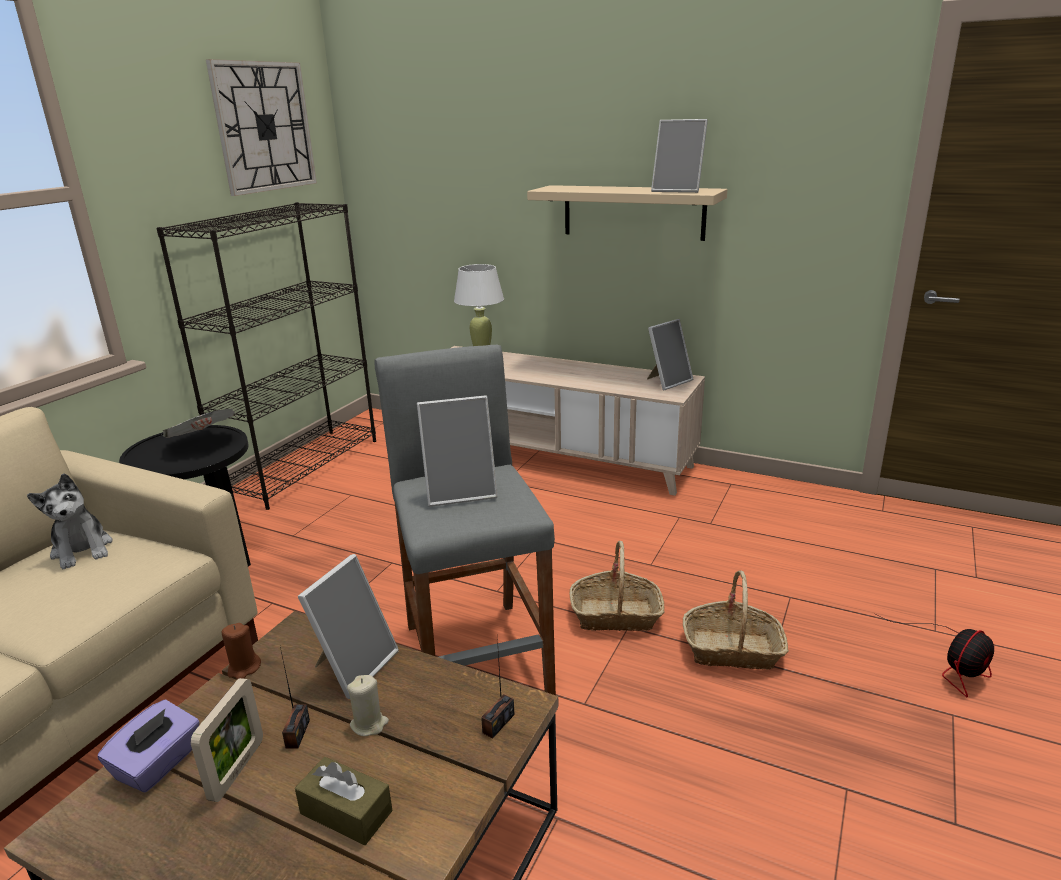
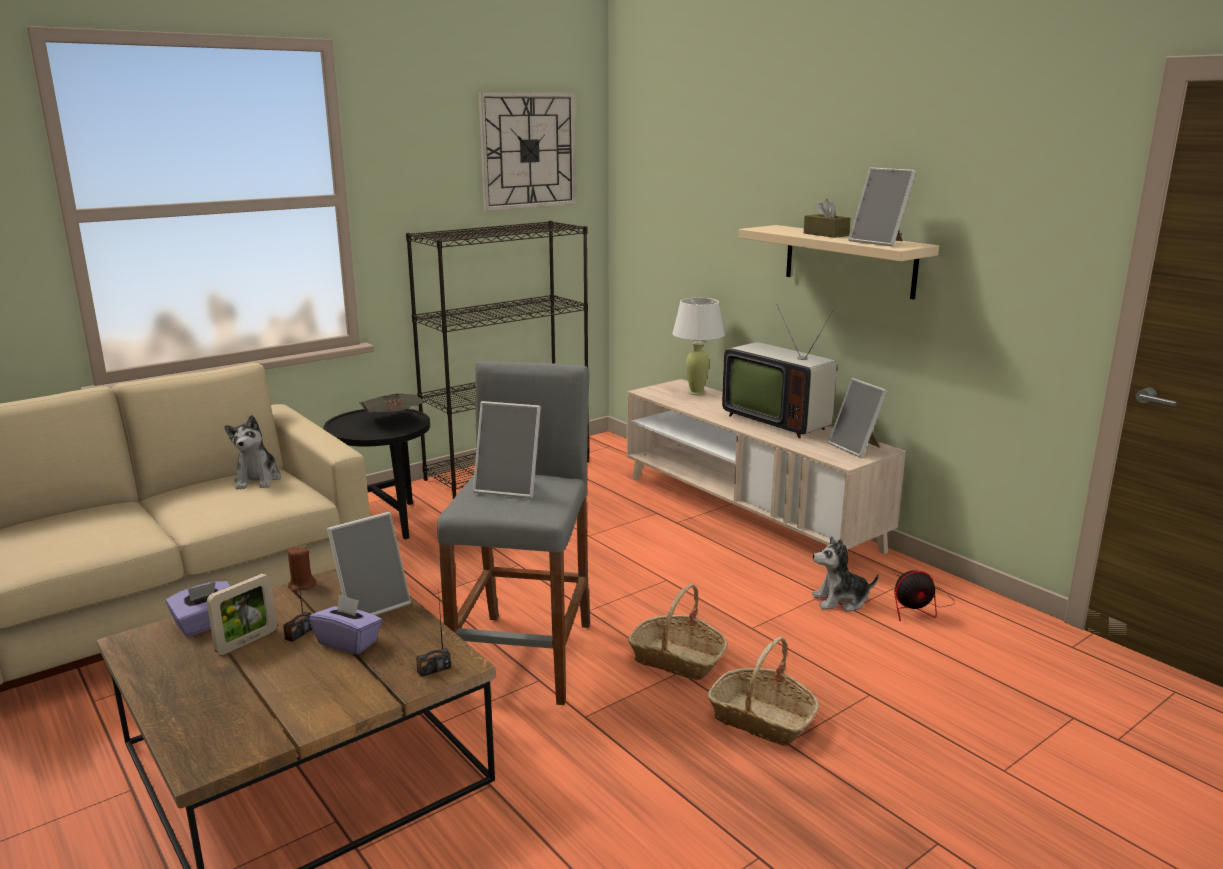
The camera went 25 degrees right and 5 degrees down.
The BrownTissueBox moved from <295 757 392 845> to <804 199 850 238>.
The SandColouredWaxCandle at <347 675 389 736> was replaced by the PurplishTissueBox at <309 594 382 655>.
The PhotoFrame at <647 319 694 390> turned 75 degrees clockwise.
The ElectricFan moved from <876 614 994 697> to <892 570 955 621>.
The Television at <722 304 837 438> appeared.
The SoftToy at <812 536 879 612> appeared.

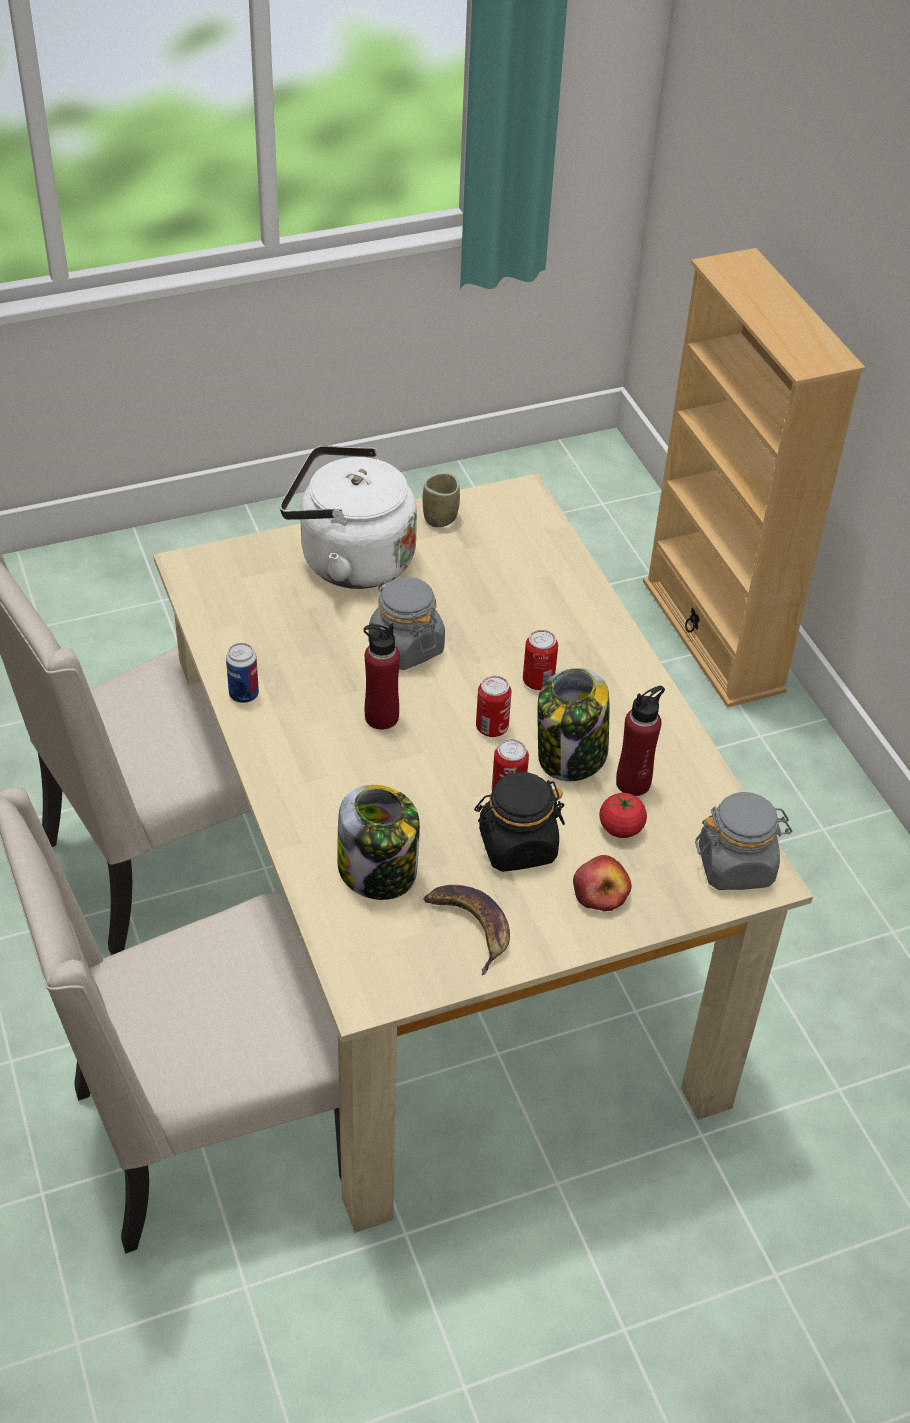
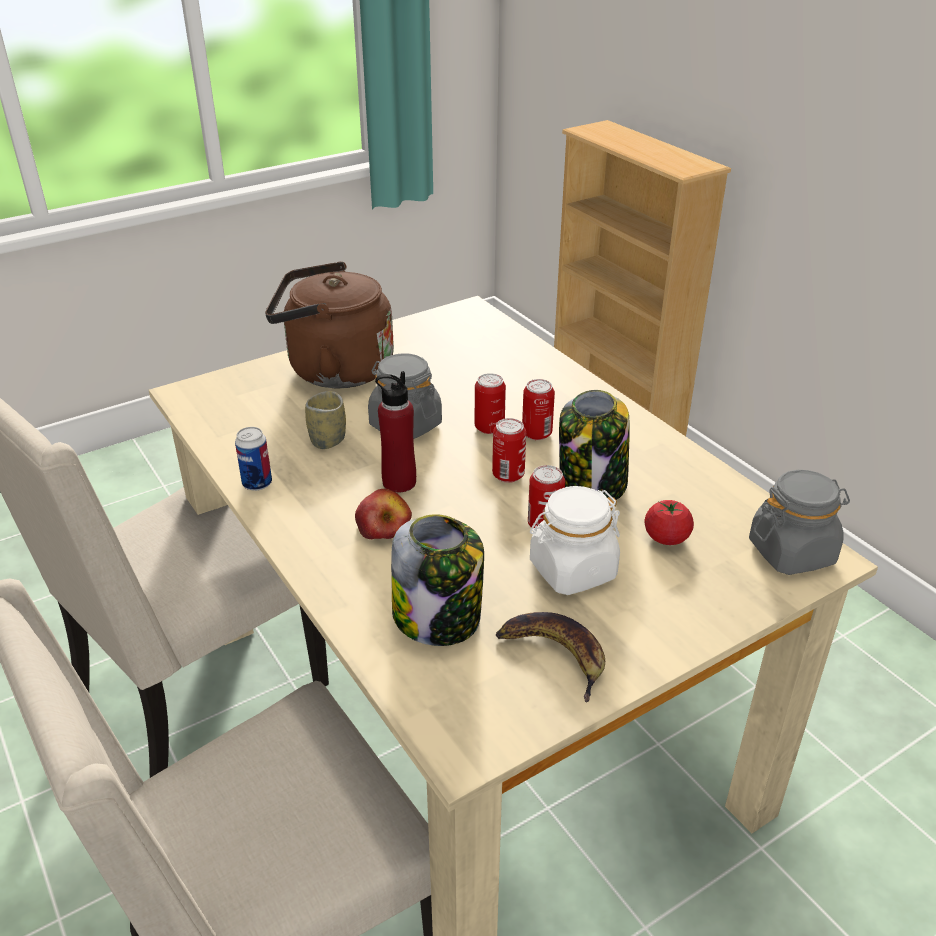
The camera went 10 degrees left and 10 degrees down.
The WhiteColouredKettle at <280 446 417 589> became the BrownKettle at <265 262 394 388>.
The SmallCup moved from <422 473 460 527> to <305 391 346 449>.
The BlackishPreserveJar at <474 772 565 872> became the WhiteColouredPreserveJar at <530 486 620 595>.
The Apple moved from <573 855 632 911> to <355 489 412 539>.
The ReddishBeverageBottle at <616 686 665 796> disappeared.
The MetalCan at <475 373 506 434> appeared.

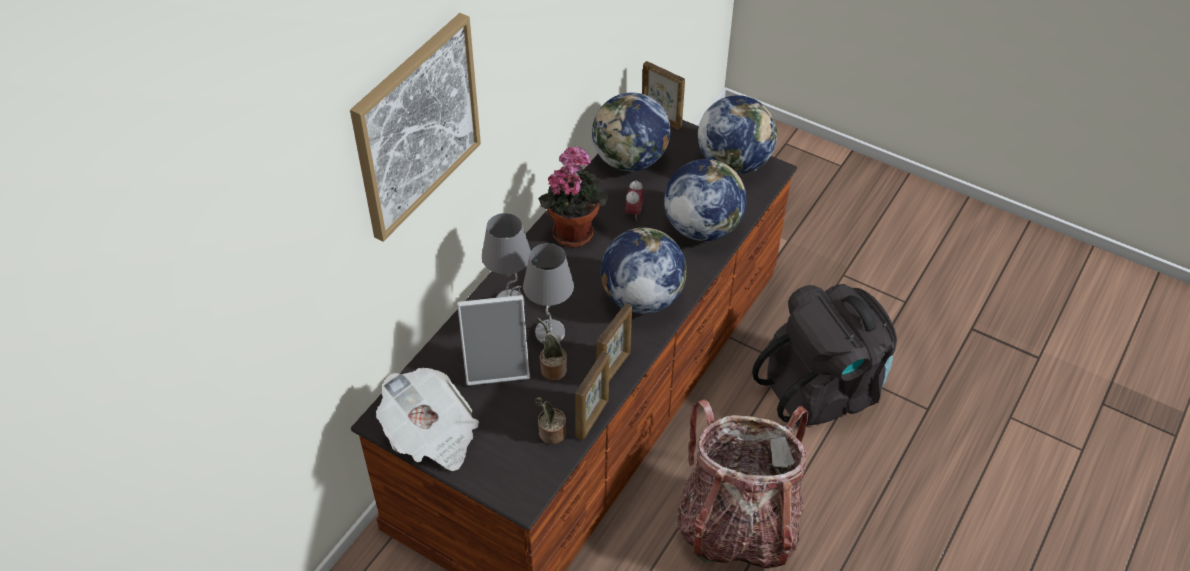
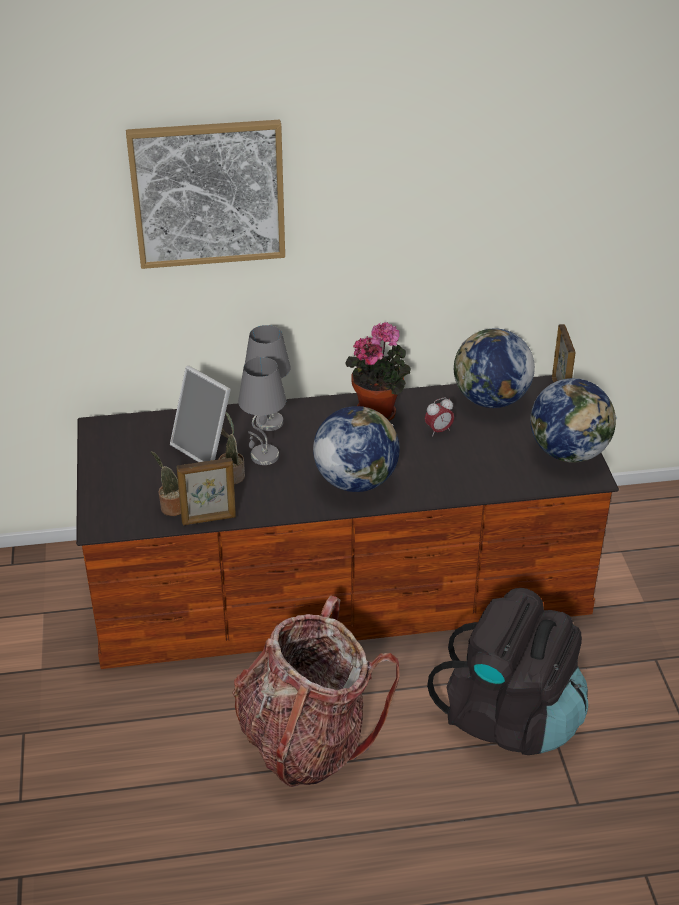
The camera went 50 degrees right and 10 degrees down.
The DailyPaper at <376 368 479 471> disappeared.
The PhotoFrame at <596 303 632 381> disappeared.
The WorldGlobe at <664 159 747 241> disappeared.

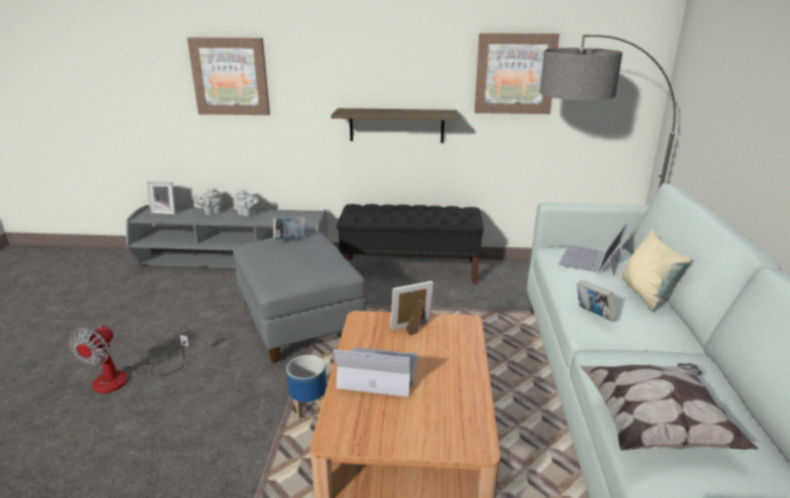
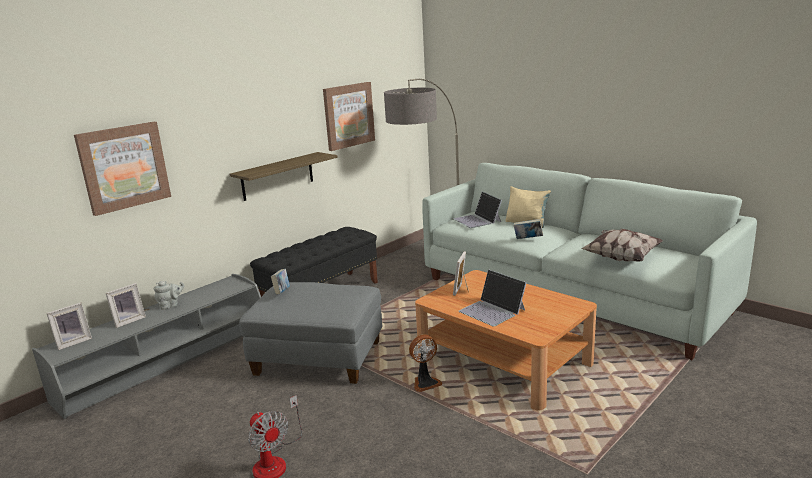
The camera went 50 degrees left and 5 degrees down.
The GreyPotForTea at <193 188 222 215> was replaced by the PhotoFrame at <106 283 146 328>.
The FlowerPot at <287 355 327 418> was replaced by the ElectricFan at <409 334 442 392>.
The Laptop at <333 347 418 397> turned 90 degrees counterclockwise.

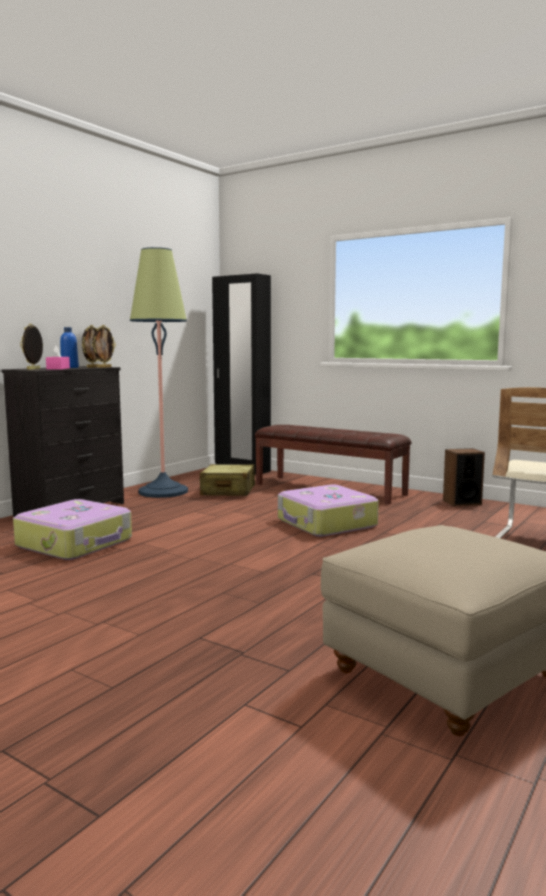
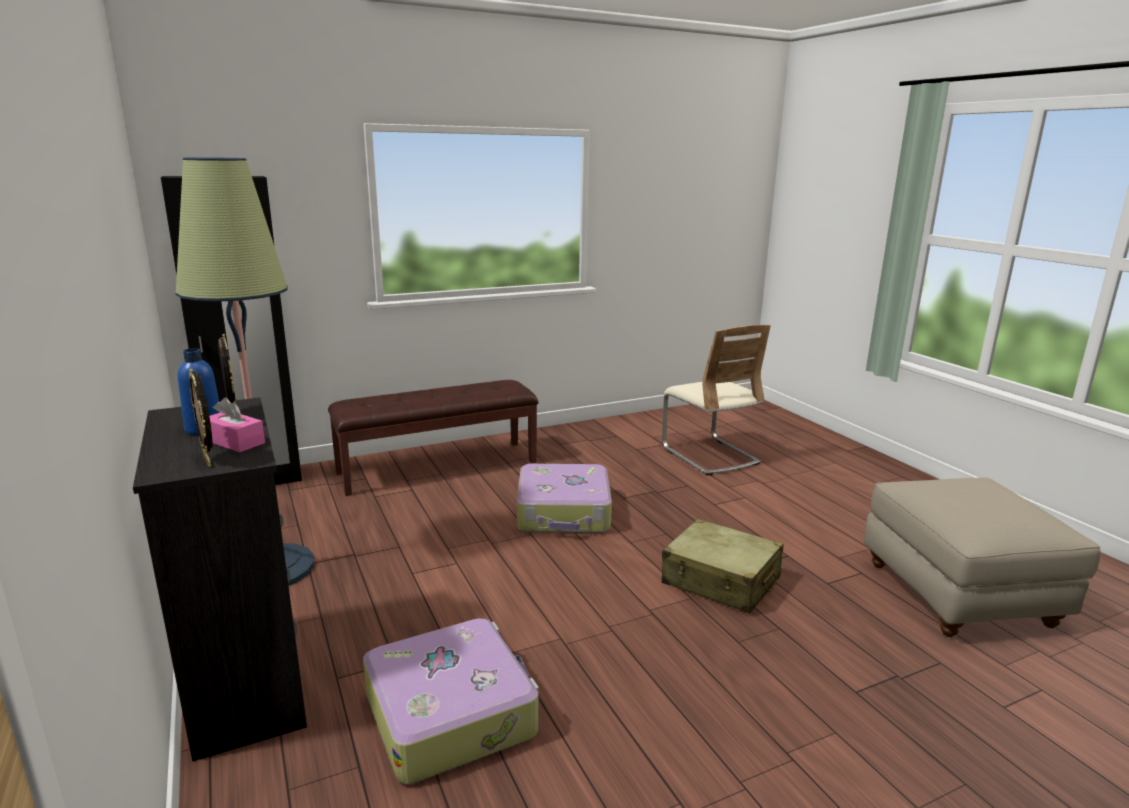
The camera went 60 degrees left and 10 degrees up.
The PhotoFrame at <92 325 116 368> disappeared.
The SandColouredTravelCase moved from <200 464 255 496> to <662 519 783 614>.
The Loudspeaker at <443 448 485 506> disappeared.

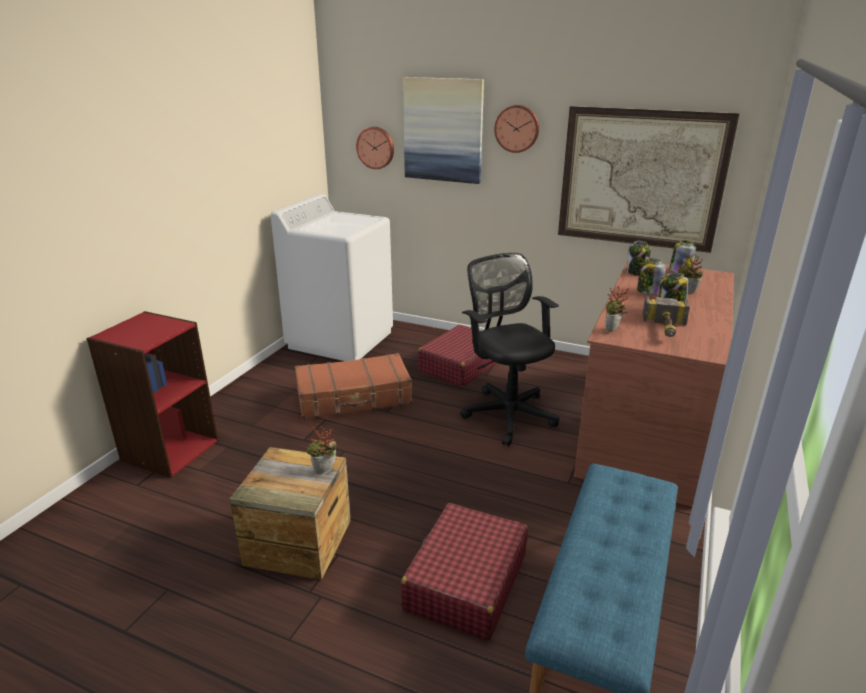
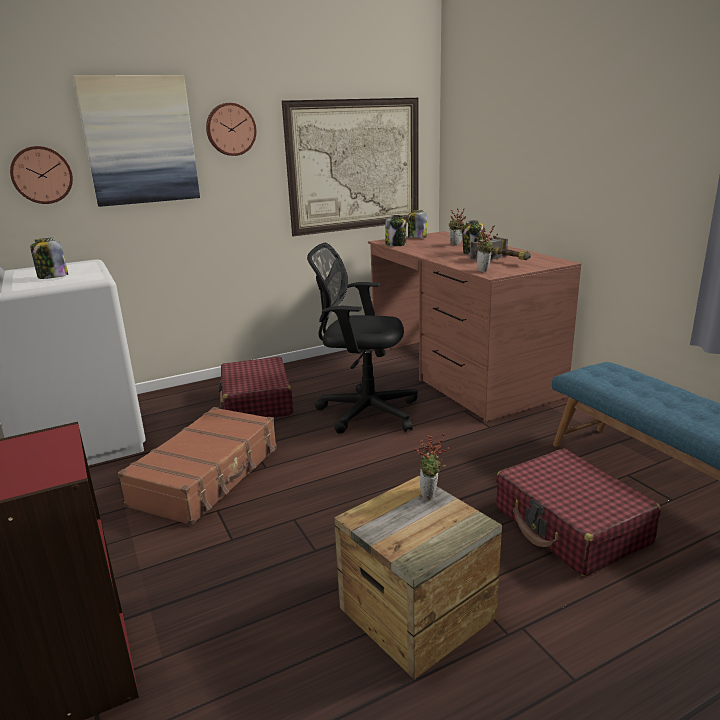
The camera went 50 degrees left and 5 degrees down.
The PreserveJar moved from <637 258 666 295> to <30 238 68 279>.

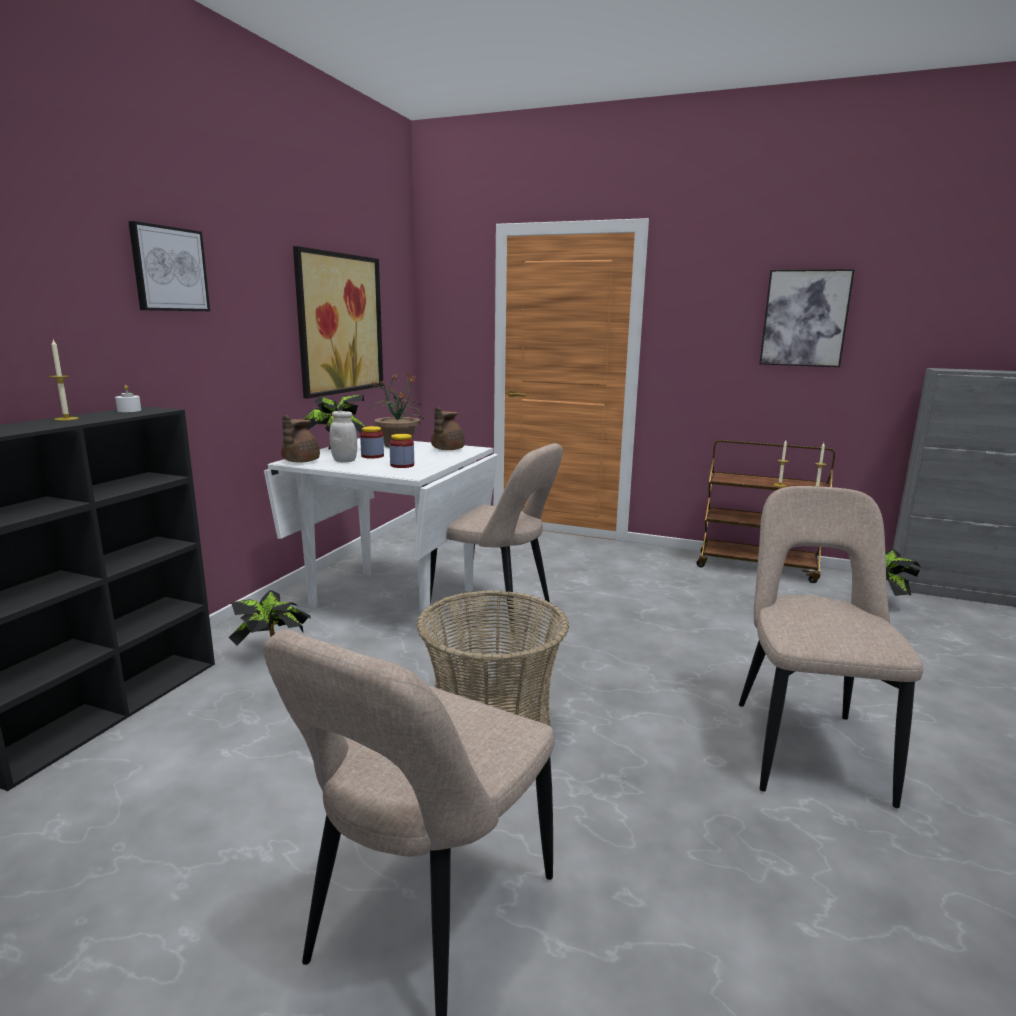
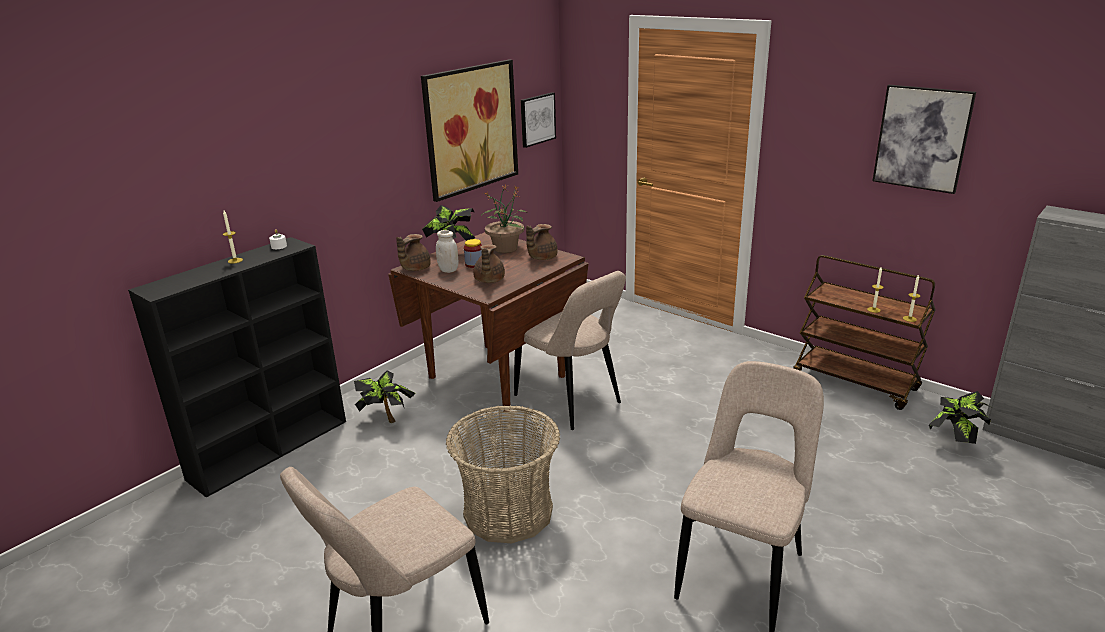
The camera went 20 degrees right and 10 degrees up.
The WallArt moved from <128 221 210 311> to <520 92 556 148>.
The WhiteColouredDinnerTable at <264 438 498 629> became the BrownDinnerTable at <388 232 589 411>.
The PreserveJar at <389 434 414 468> was replaced by the BrownPotForTea at <473 244 505 283>.

